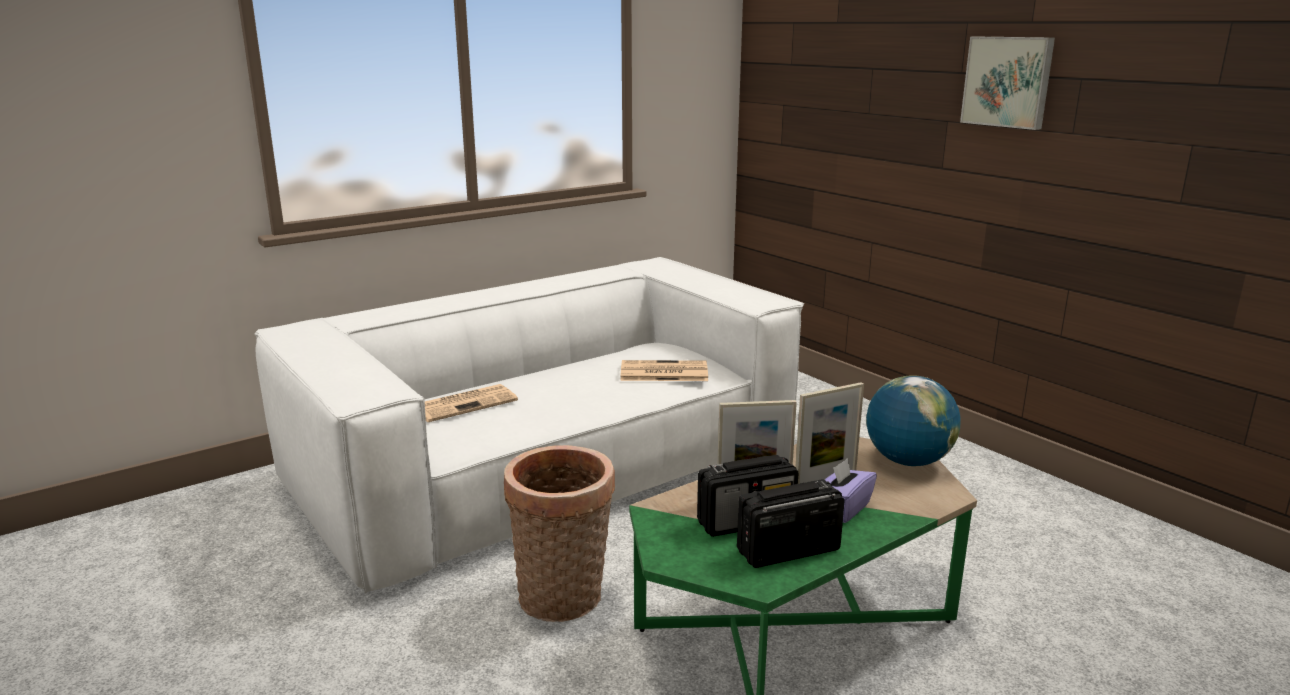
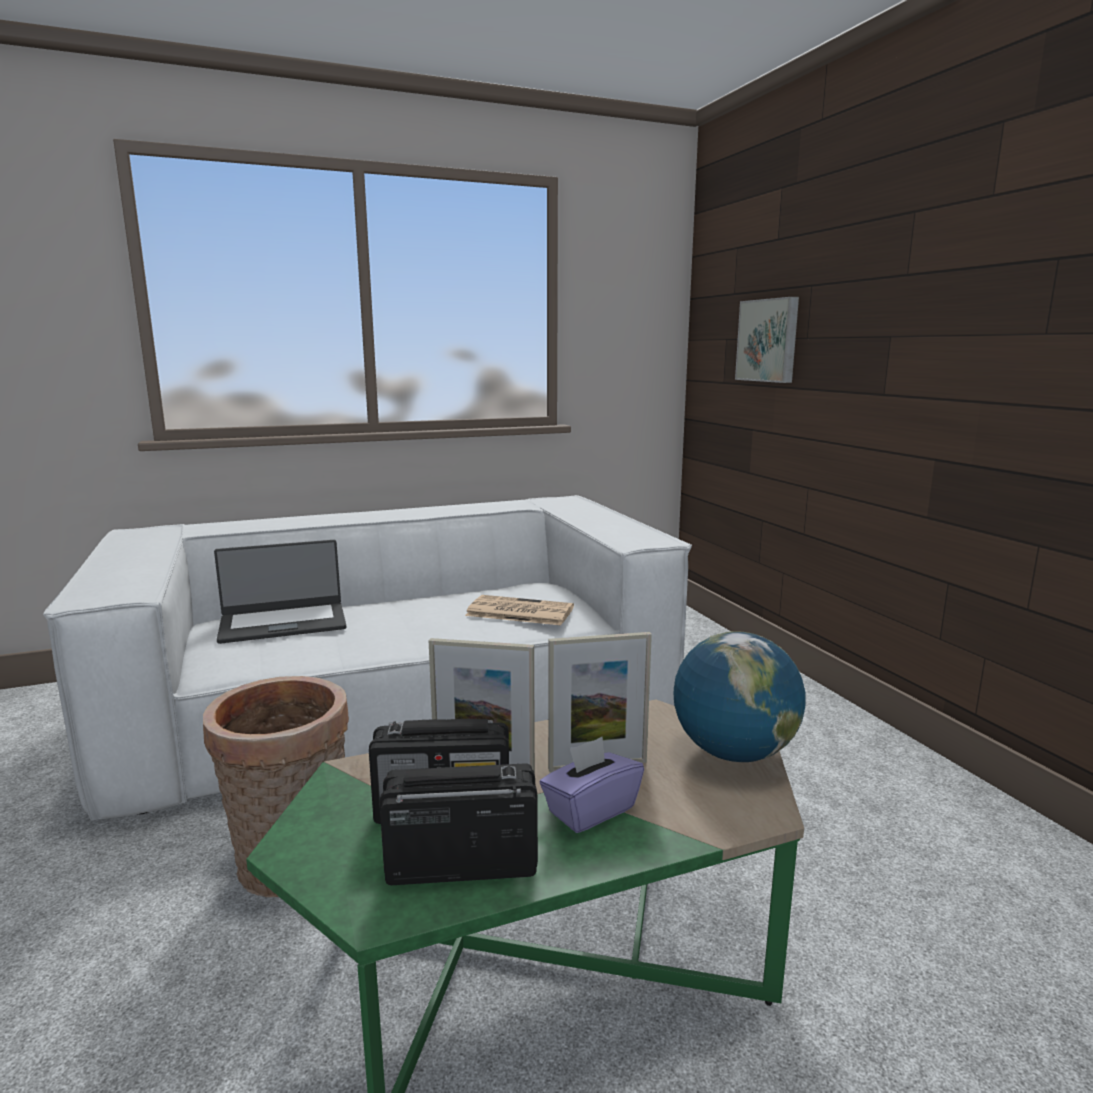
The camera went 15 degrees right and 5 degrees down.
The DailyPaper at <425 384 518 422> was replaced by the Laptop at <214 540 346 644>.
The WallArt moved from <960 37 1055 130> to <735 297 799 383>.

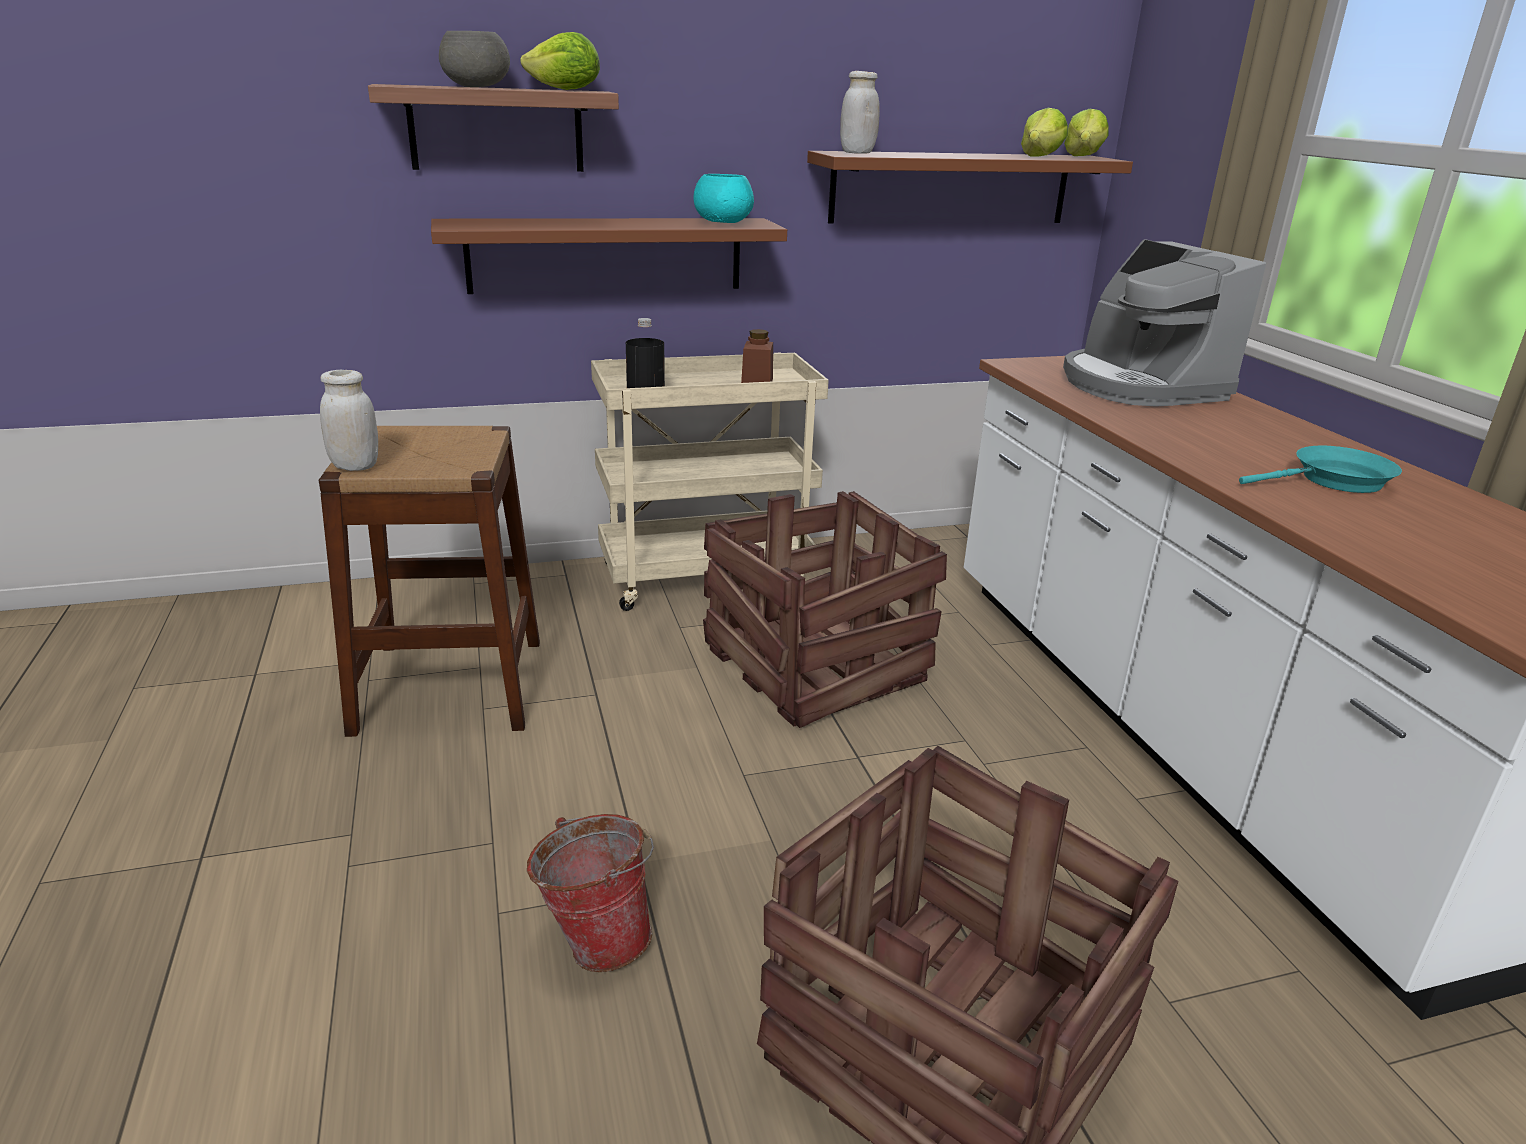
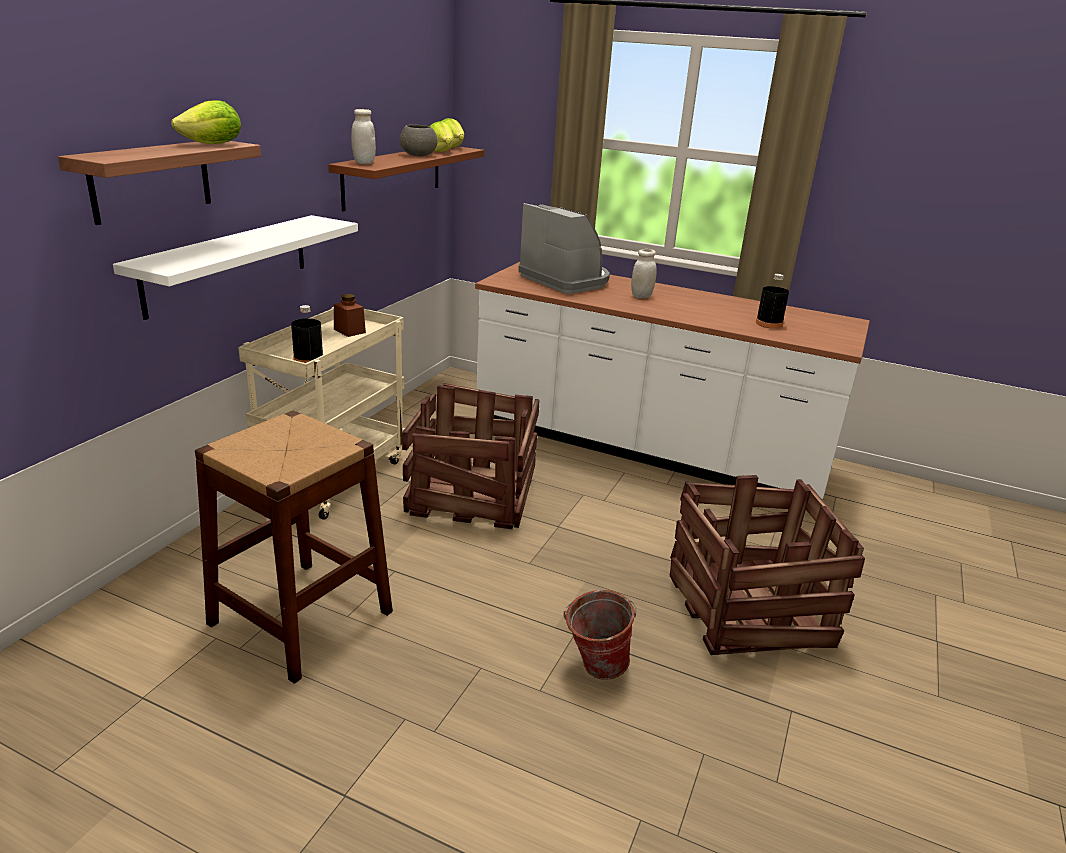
The camera went 50 degrees left and 0 degrees up.
The WhiteColouredPreserveJar moved from <320 370 378 471> to <631 249 657 298>.
The BrownBracketShelf at <431 218 787 294> became the WhiteColouredBracketShelf at <113 215 358 320>.
The GreyBowl moved from <439 31 510 87> to <400 125 438 156>.
The TurquoiseColouredBowl at <693 174 754 223> disappeared.
The CoffeeMaker at <1063 240 1266 407> turned 150 degrees counterclockwise.
The TurquoiseColouredSkillet at <1239 446 1402 493> disappeared.
The BlackishBeverageBottle at <756 274 789 329> appeared.

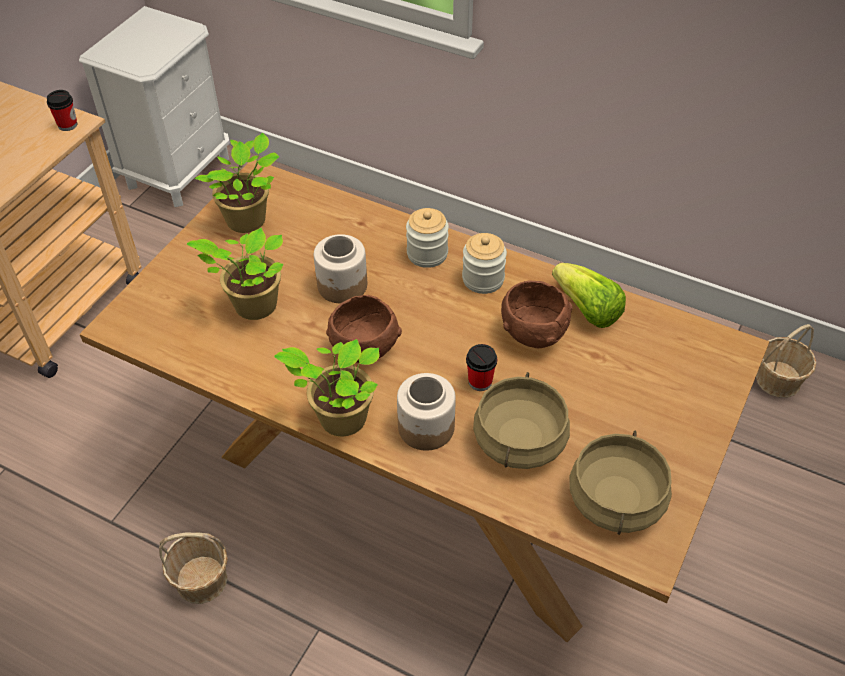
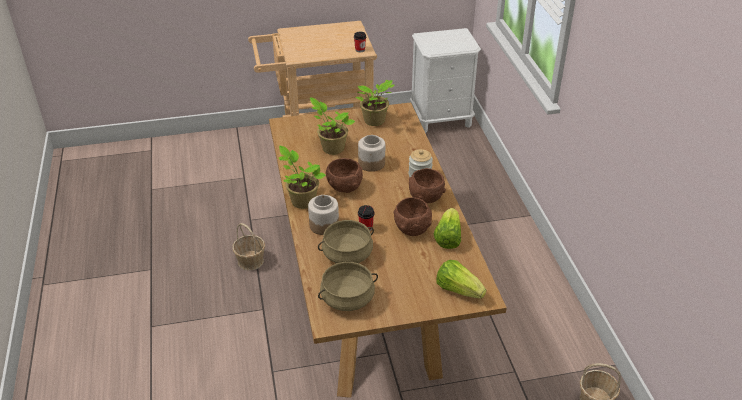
The camera went 50 degrees right and 10 degrees down.
The PreserveJar at <462 233 507 294> was replaced by the BrownBowl at <409 168 446 203>.
The Lettuce at <436 260 486 299> appeared.

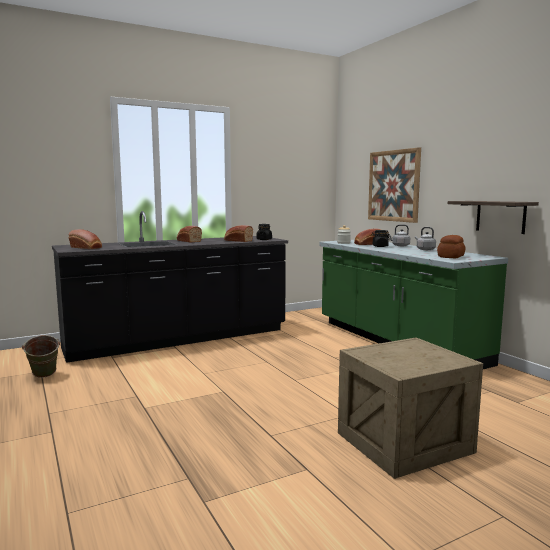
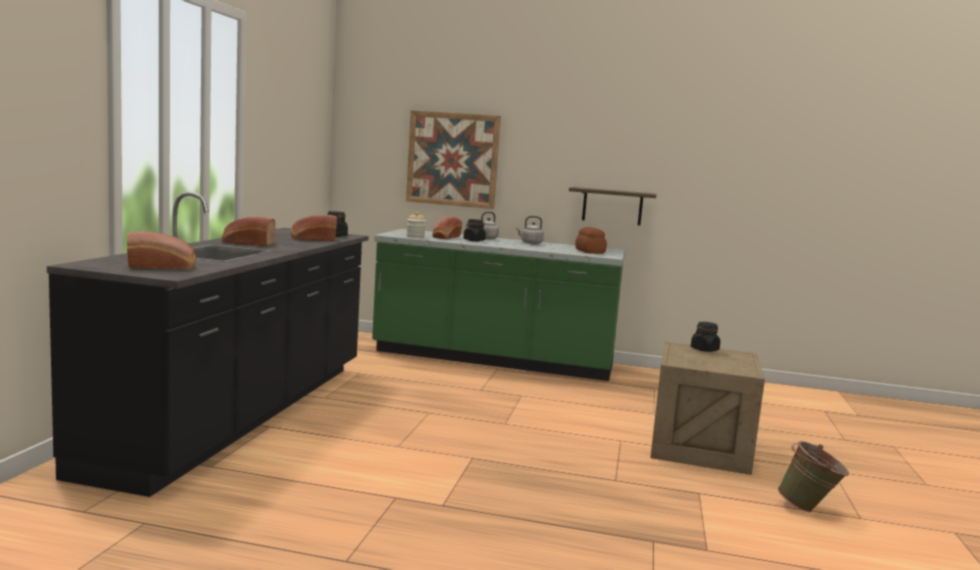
The camera went 50 degrees left and 0 degrees up.
The GreenColouredBucket moved from <22 335 60 378> to <778 441 849 512>.
The BlackishPreserveJar at <691 322 720 352> appeared.

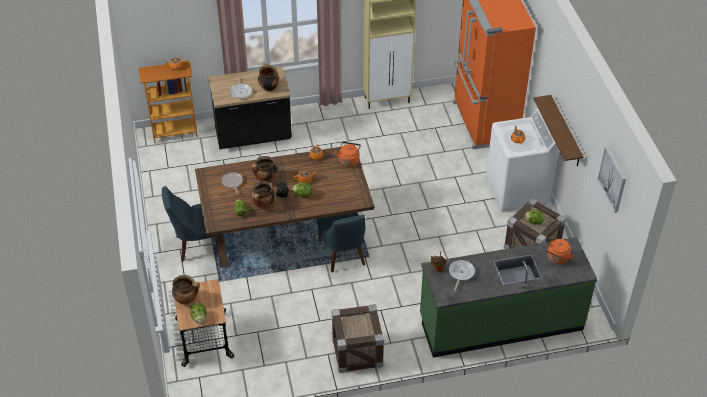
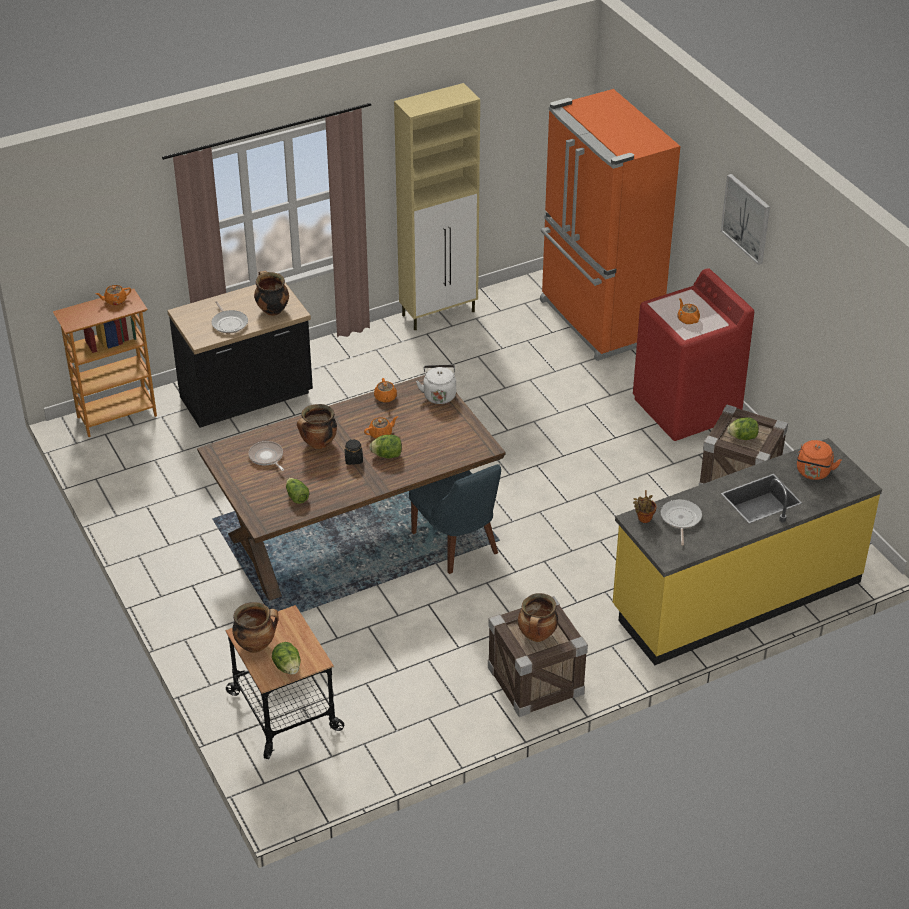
The camera went 15 degrees left and 5 degrees down.
The BlueColouredPlainChair at <162 186 223 261> disappeared.
The Saucepot moved from <251 181 275 209> to <518 593 558 642>.
The OrangeyKettle at <335 142 361 167> became the WhiteColouredKettle at <416 365 456 404>.
The GreenColouredCounter at <420 237 597 358> became the YellowishCounter at <613 438 882 665>.
The WhiteColouredLaundryAppliance at <486 109 559 212> became the ReddishLaundryAppliance at <633 268 754 441>.
The BrownBracketShelf at <533 95 584 166> disappeared.
The WallArt moved from <597 146 626 213> to <721 174 770 265>.

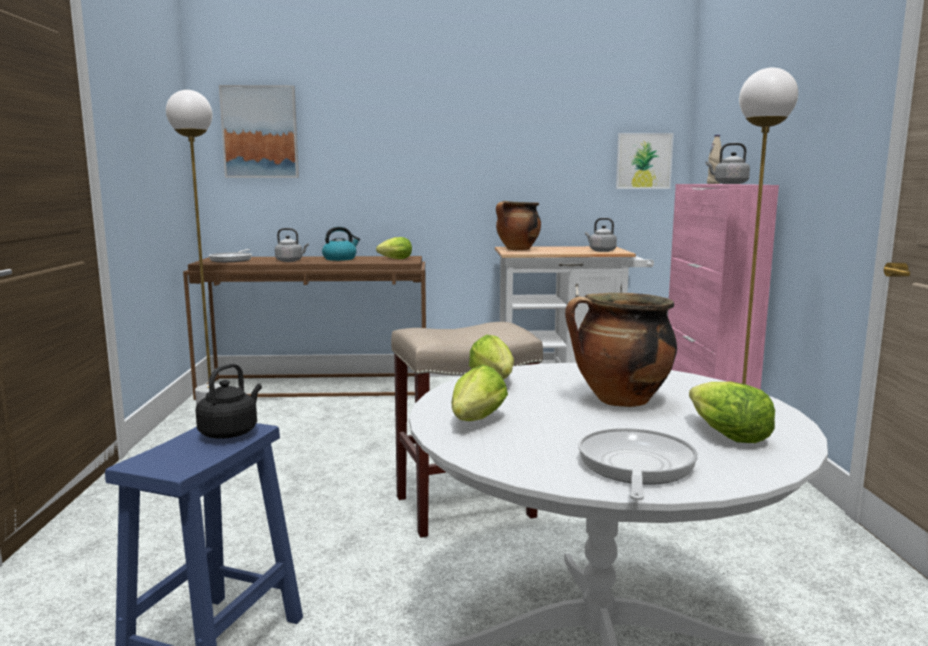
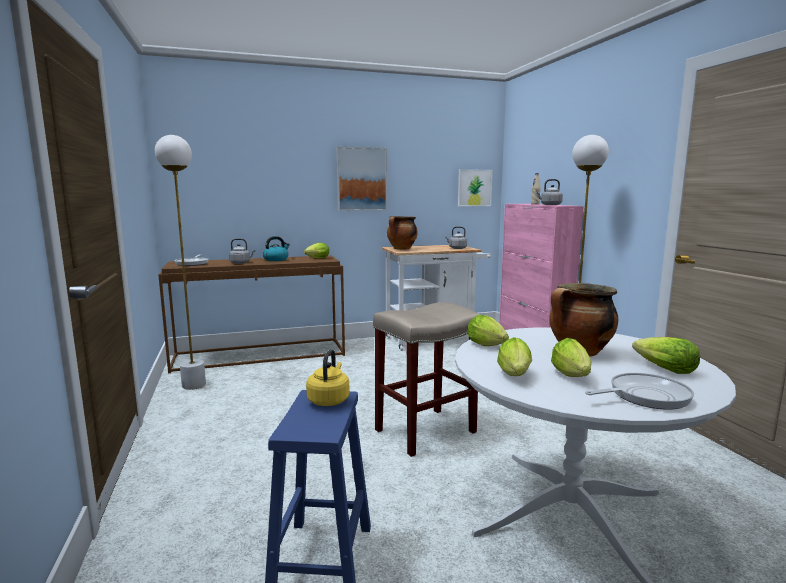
The camera went 15 degrees left and 0 degrees up.
The BlackishKettle at <196 363 262 439> became the YellowishKettle at <306 349 350 406>.
The WallArt moved from <219 85 299 178> to <337 147 387 211>.
The Skillet at <578 428 698 500> turned 75 degrees clockwise.
The Lettuce at <551 338 592 377> appeared.

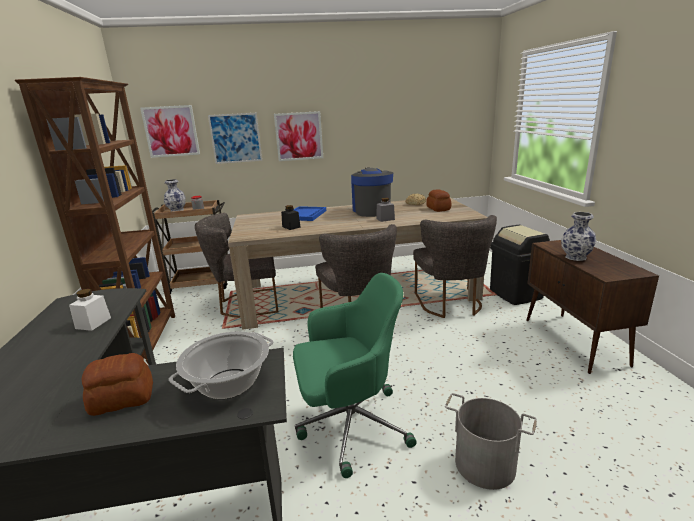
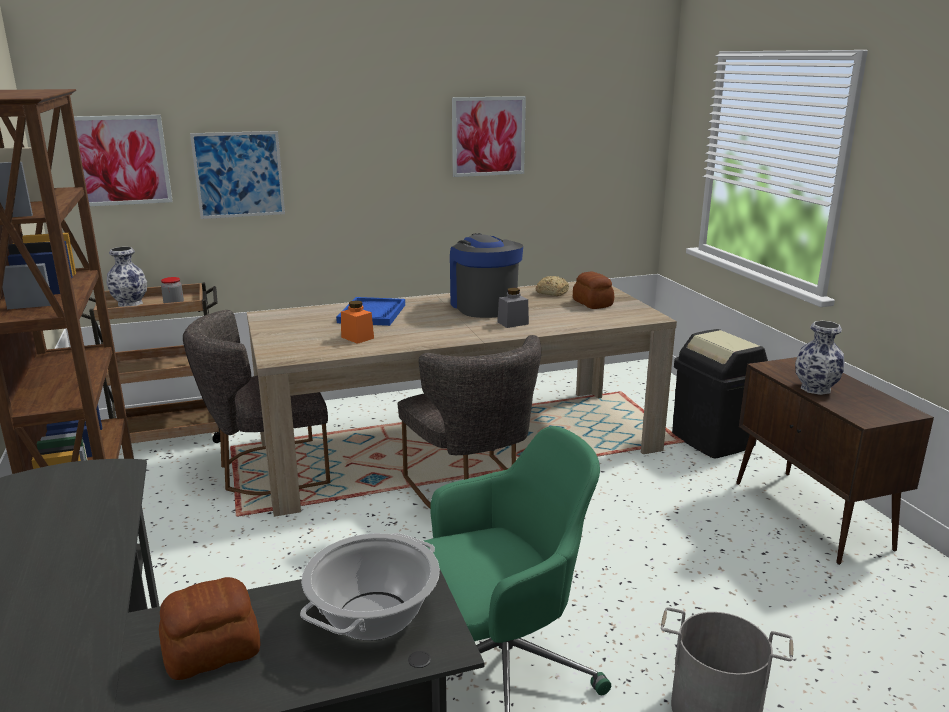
The camera went 10 degrees left and 0 degrees up.
The WhiteColouredPreserveJar at <69 289 111 331> disappeared.
The WallArt moved from <274 111 323 161> to <452 96 526 177>.
The BlackishPreserveJar at <281 205 301 230> became the OrangeyPreserveJar at <341 300 374 344>.
The GreyPlainChair at <413 215 497 318> disappeared.

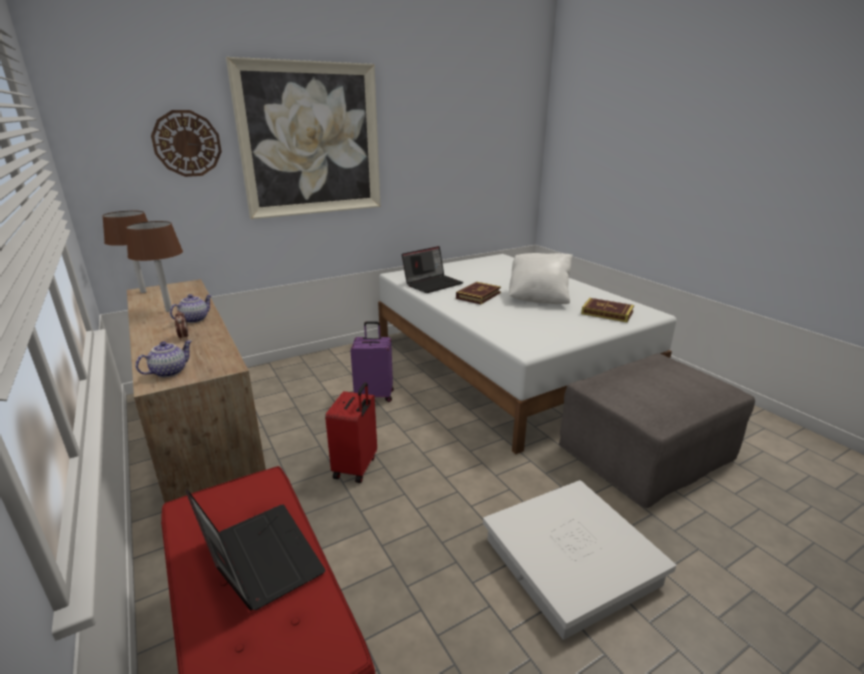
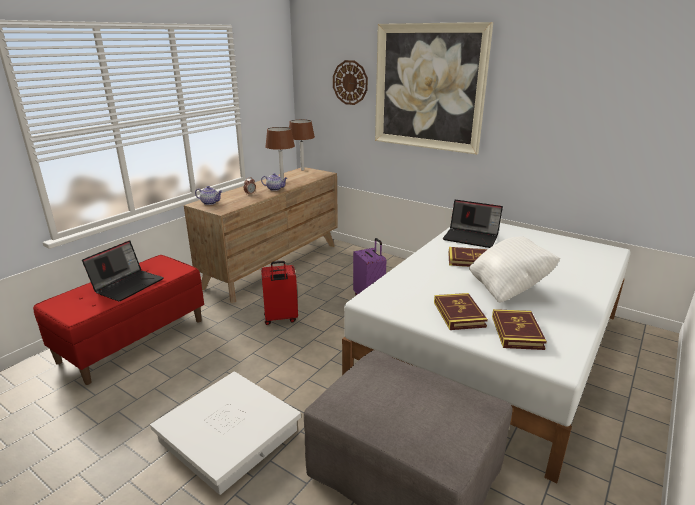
The camera went 65 degrees right and 0 degrees up.
The Volume at <434 293 488 330> appeared.

